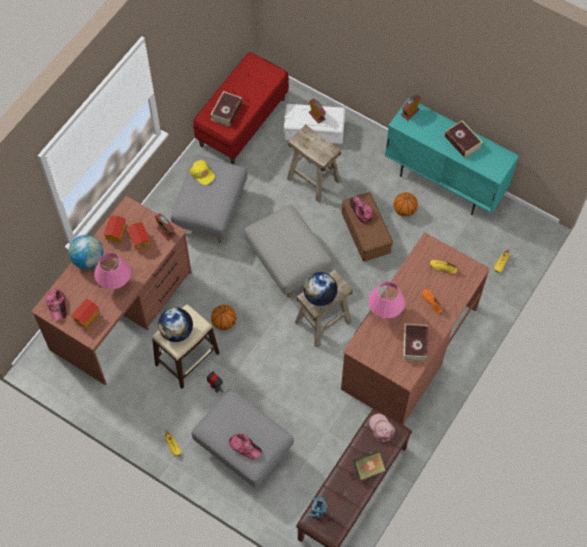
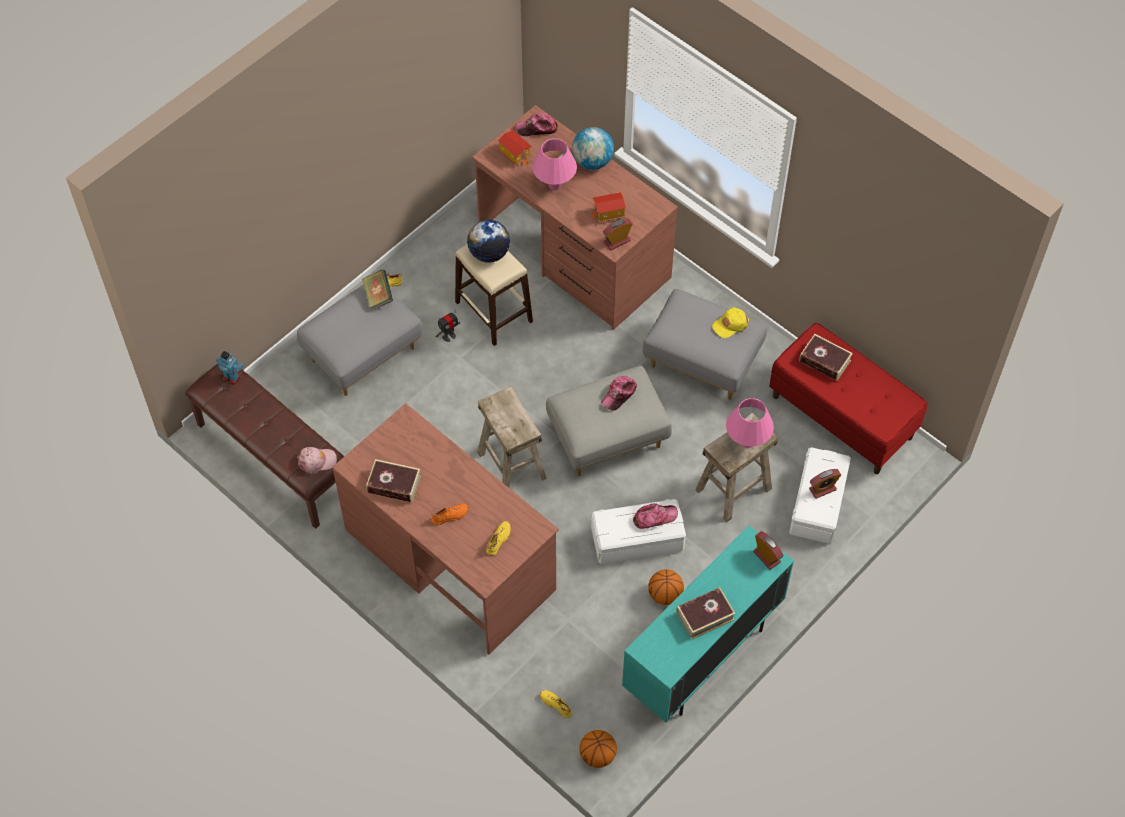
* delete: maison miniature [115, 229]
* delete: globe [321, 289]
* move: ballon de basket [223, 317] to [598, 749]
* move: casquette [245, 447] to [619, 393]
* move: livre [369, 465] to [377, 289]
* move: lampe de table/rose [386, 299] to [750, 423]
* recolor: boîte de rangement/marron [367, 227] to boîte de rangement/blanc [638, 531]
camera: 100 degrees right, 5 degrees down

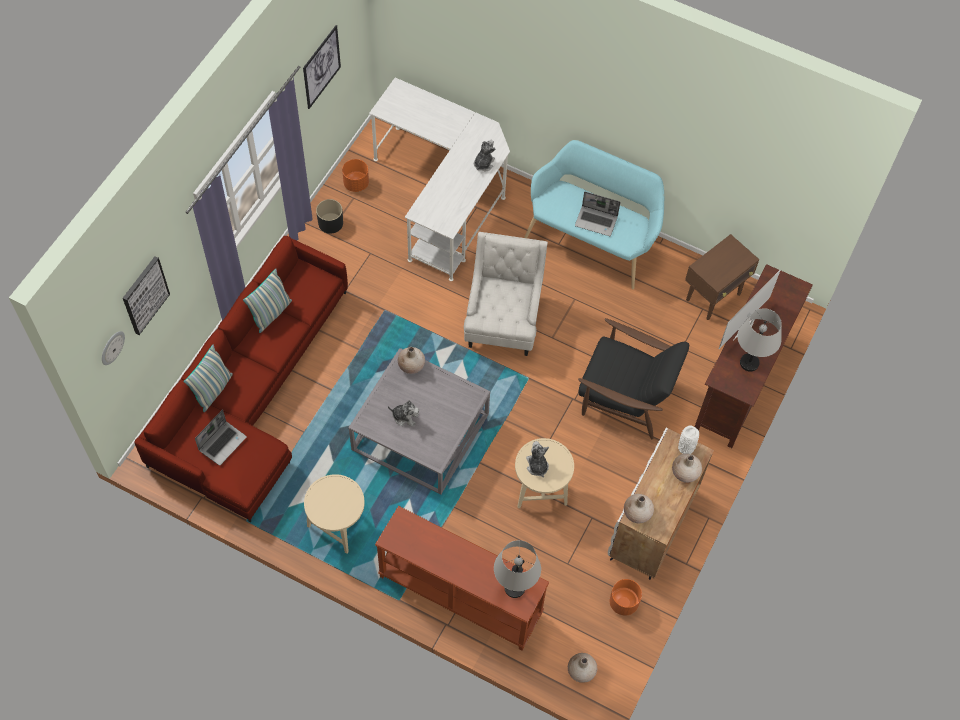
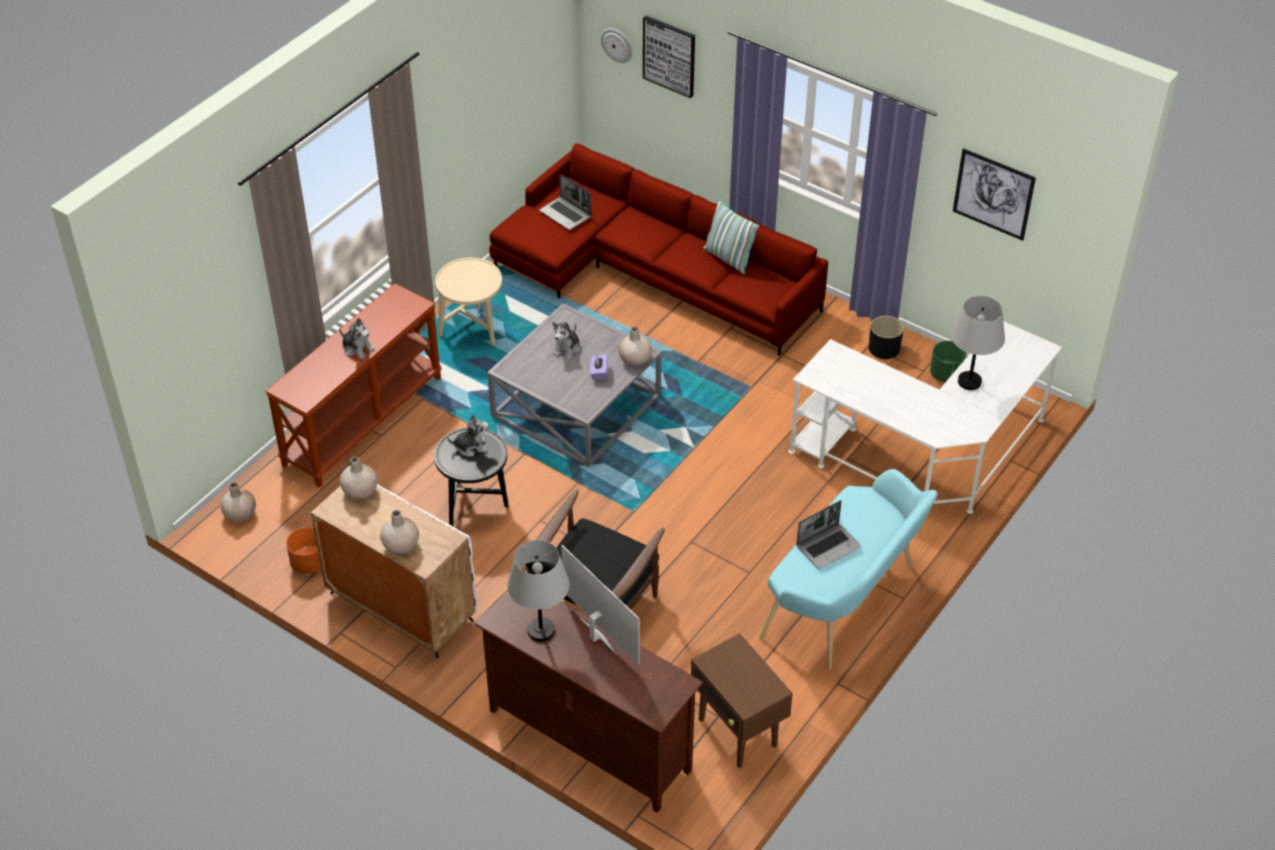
* delete: coussin [208, 378]
* delete: fauteuil/blanc [506, 294]
* delete: vase/blanc [688, 440]
* insert: boîte à mouchoirs/violet [599, 367]
* move: peluche [485, 155] to [357, 339]
* move: lampe de table/gris [517, 569] to [978, 343]
* recolor: cache-pot/orange [355, 175] to cache-pot/vert [948, 361]
* recolor: table d'appoint/beige [544, 473] to table d'appoint/noir [471, 476]
* rotate: ordinateur portable [597, 213] = [828, 534] 150 degrees counterclockwise
camera: 100 degrees right, 15 degrees down

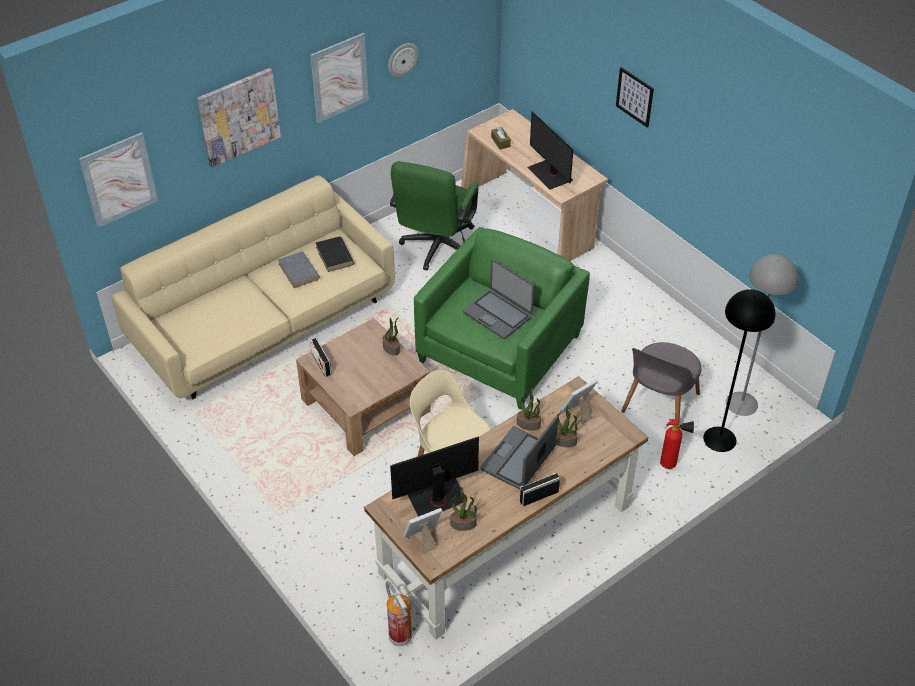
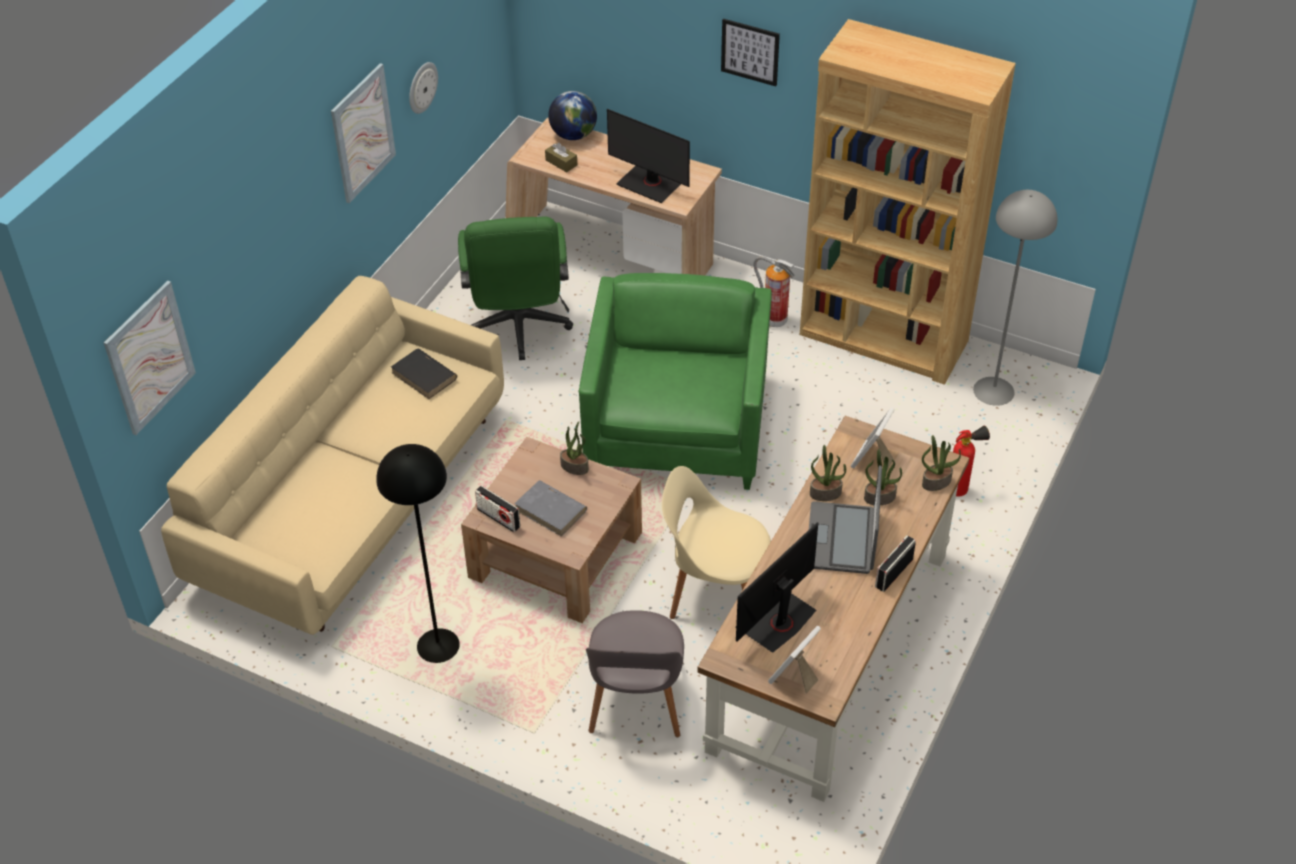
* delete: tableau [239, 117]
* delete: ordinateur portable [498, 299]
* insert: globe [572, 115]
* insert: bibliothèque/marron [908, 202]
* move: livre/gris [299, 270] to [550, 508]
* move: extincteur [399, 613] to [774, 291]
* move: plante en pot [463, 509] to [941, 463]
* move: chaise/gris [661, 381] to [635, 673]
* move: lampadaire/noir [739, 370] to [418, 553]
camera: 25 degrees left, 0 degrees up

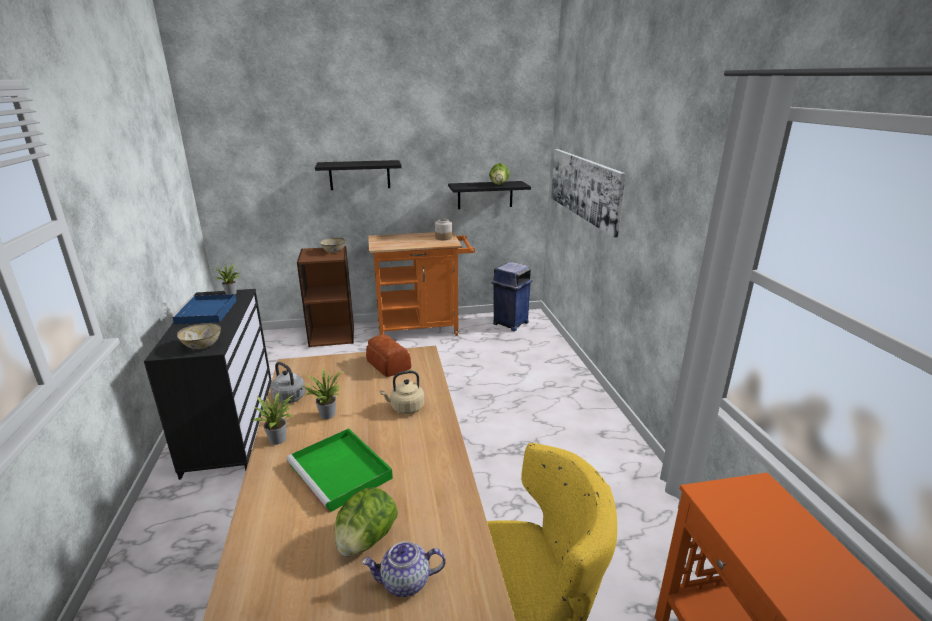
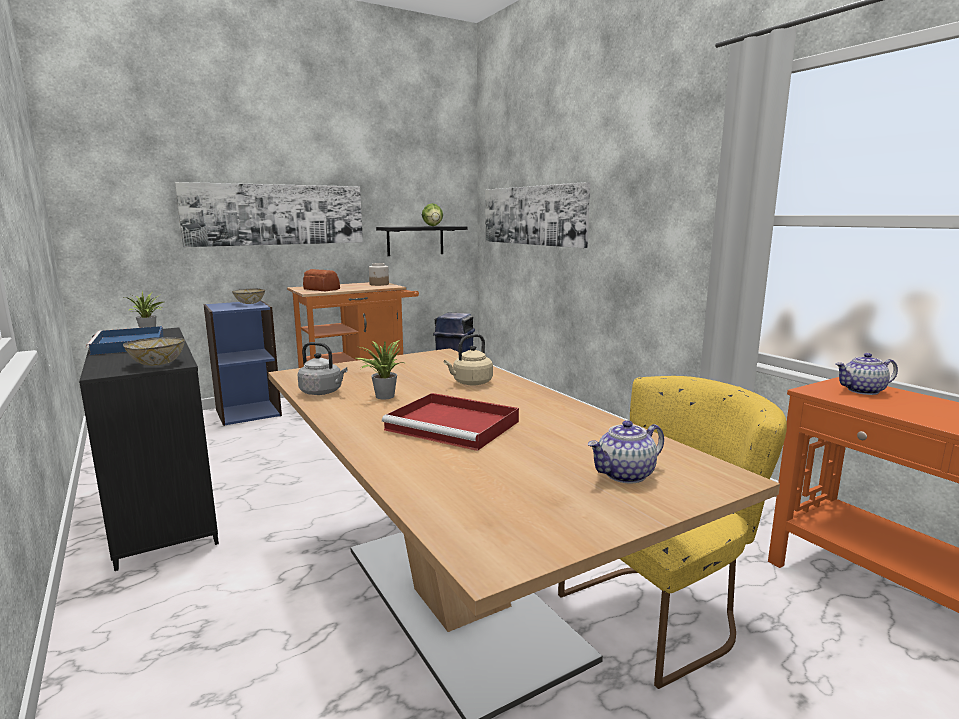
* delete: plante en pot [273, 418]
* delete: laitue [366, 521]
* insert: théière [866, 374]
* move: pain [388, 355] to [321, 280]
* replace: étagère/noir [358, 175] to tableau [269, 214]
* recolor: plateau/vert [339, 470] to plateau/rouge [450, 422]
* recolor: bibliothèque/marron [325, 296] to bibliothèque/bleu [242, 363]
camera: 20 degrees left, 10 degrees down

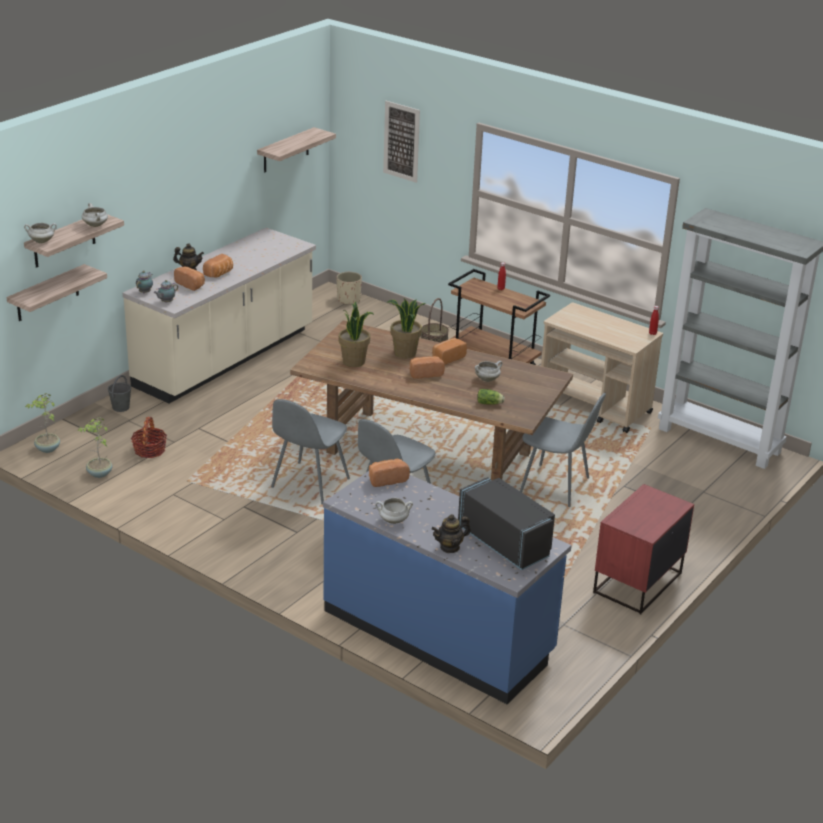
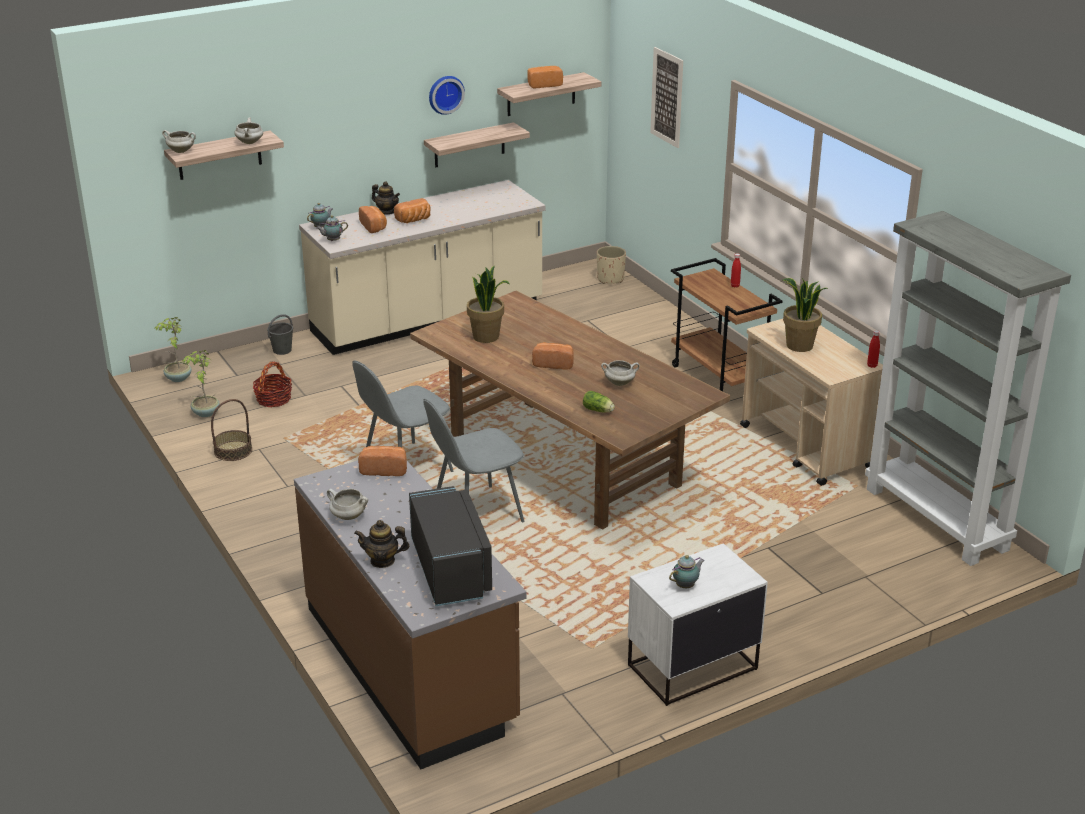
* delete: chaise/gris [563, 449]
* insert: horloge murale [447, 95]
* insert: théière [687, 571]
* move: étagère [57, 292] to [477, 144]
* move: plante en pot [407, 328] to [805, 315]
* move: panier [435, 320] to [231, 430]
* move: pain [449, 351] to [545, 77]
* recolor: comptoir de cuisine/bleu [447, 587] to comptoir de cuisine/marron [410, 615]
* recolor: table de chevet/rouge [643, 549] to table de chevet/blanc [698, 624]
camera: 25 degrees right, 0 degrees up

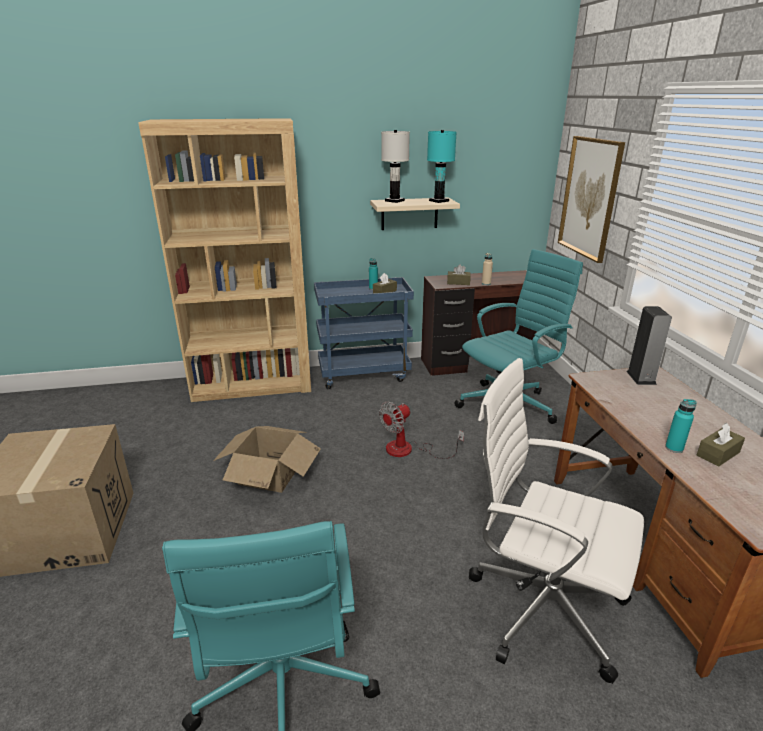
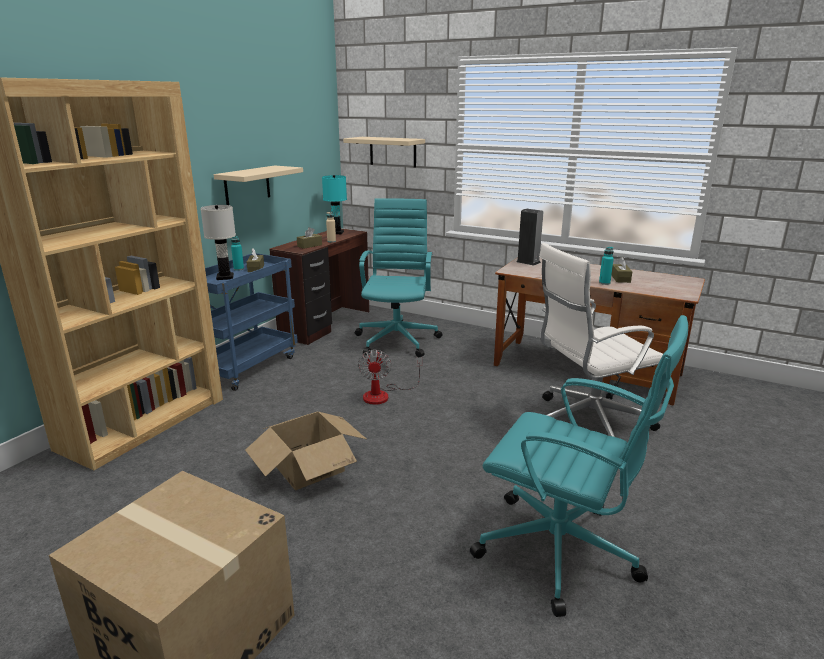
* move: lampe de table/blanc [395, 166] to [218, 242]
* move: lampe de table/turquoise [442, 166] to [334, 204]
* replace: tableau [591, 199] to étagère/beige [384, 152]
camera: 50 degrees left, 5 degrees down

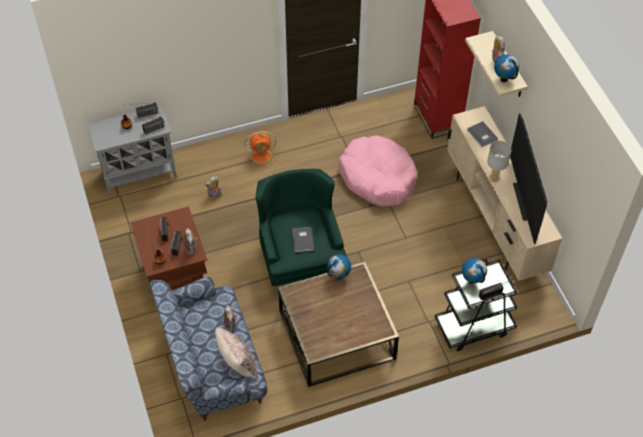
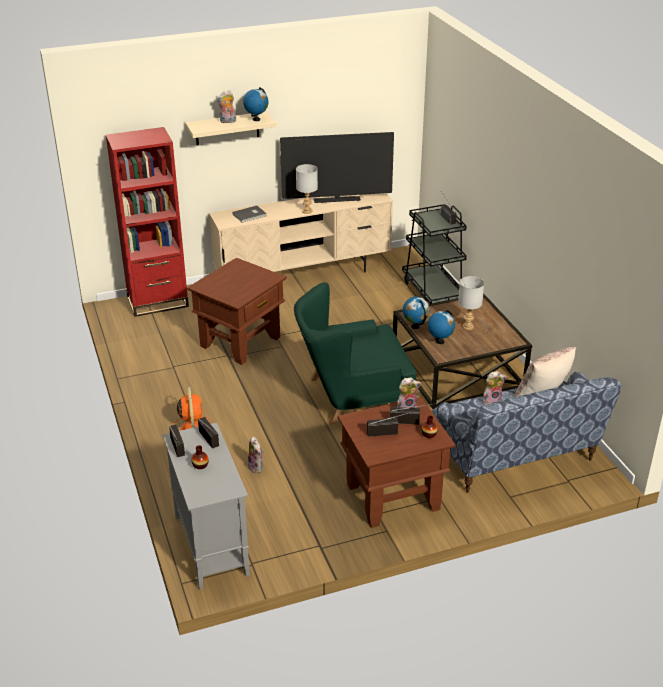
* delete: livre/gris [302, 239]
* insert: lampe de table/gris [471, 303]
* move: globe [474, 271] to [441, 327]
* replace: panier pour chien/rose [378, 171] to table d'appoint/marron [237, 311]
camera: 90 degrees left, 20 degrees down

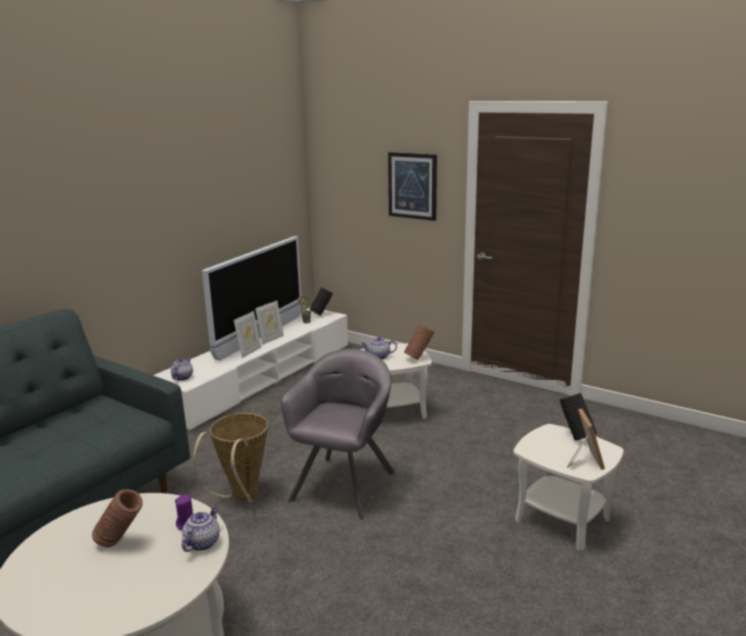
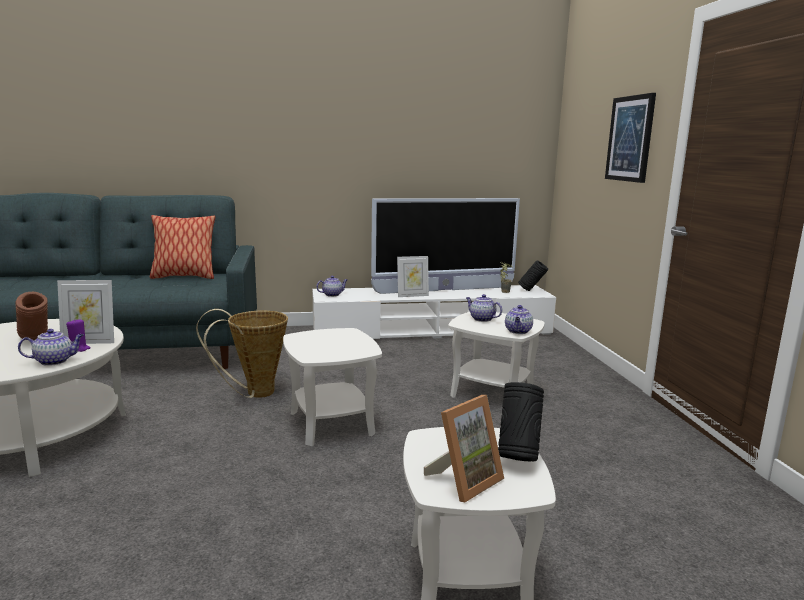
* insert: coussin [182, 247]
* move: cadre photo [269, 322] to [85, 312]
* replace: fauteuil/gris [338, 434] to table d'appoint/blanc [332, 387]
* replace: vase/marron [419, 342] to théière [519, 319]
camera: 45 degrees right, 5 degrees down

